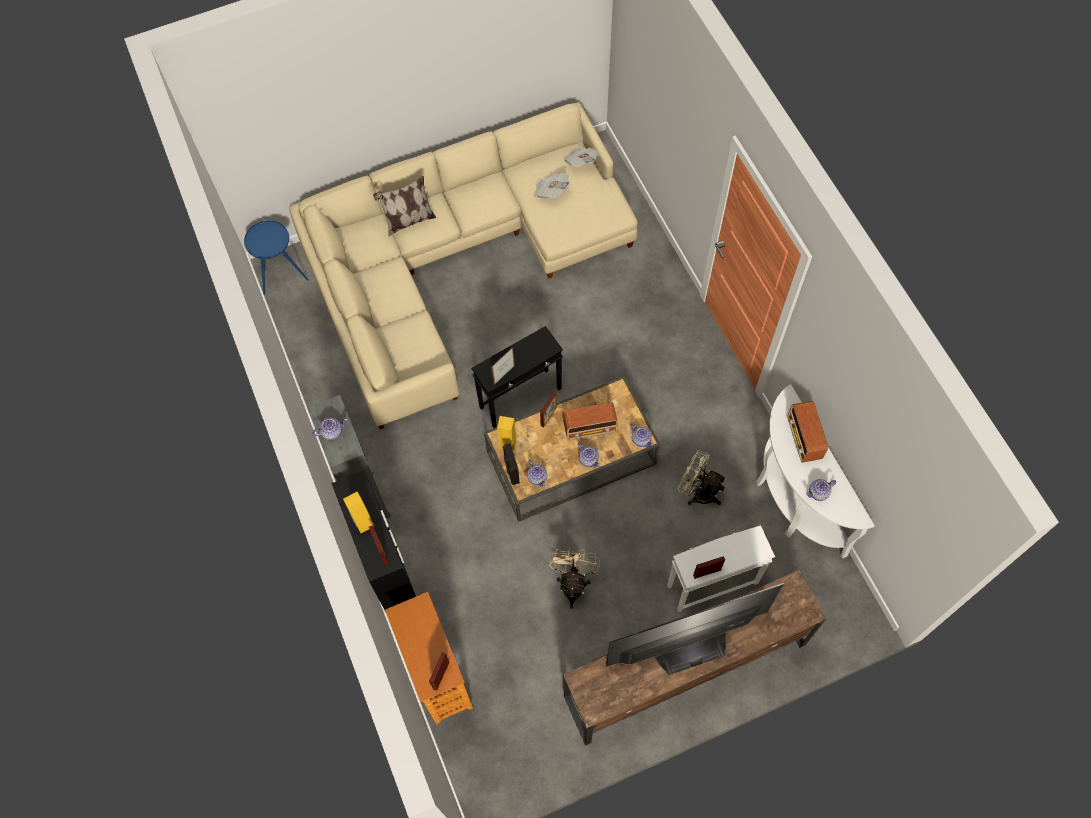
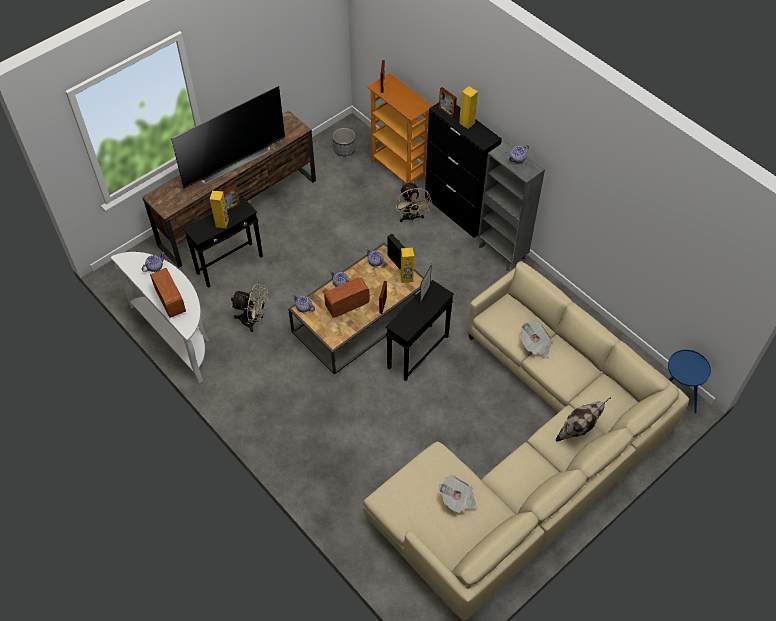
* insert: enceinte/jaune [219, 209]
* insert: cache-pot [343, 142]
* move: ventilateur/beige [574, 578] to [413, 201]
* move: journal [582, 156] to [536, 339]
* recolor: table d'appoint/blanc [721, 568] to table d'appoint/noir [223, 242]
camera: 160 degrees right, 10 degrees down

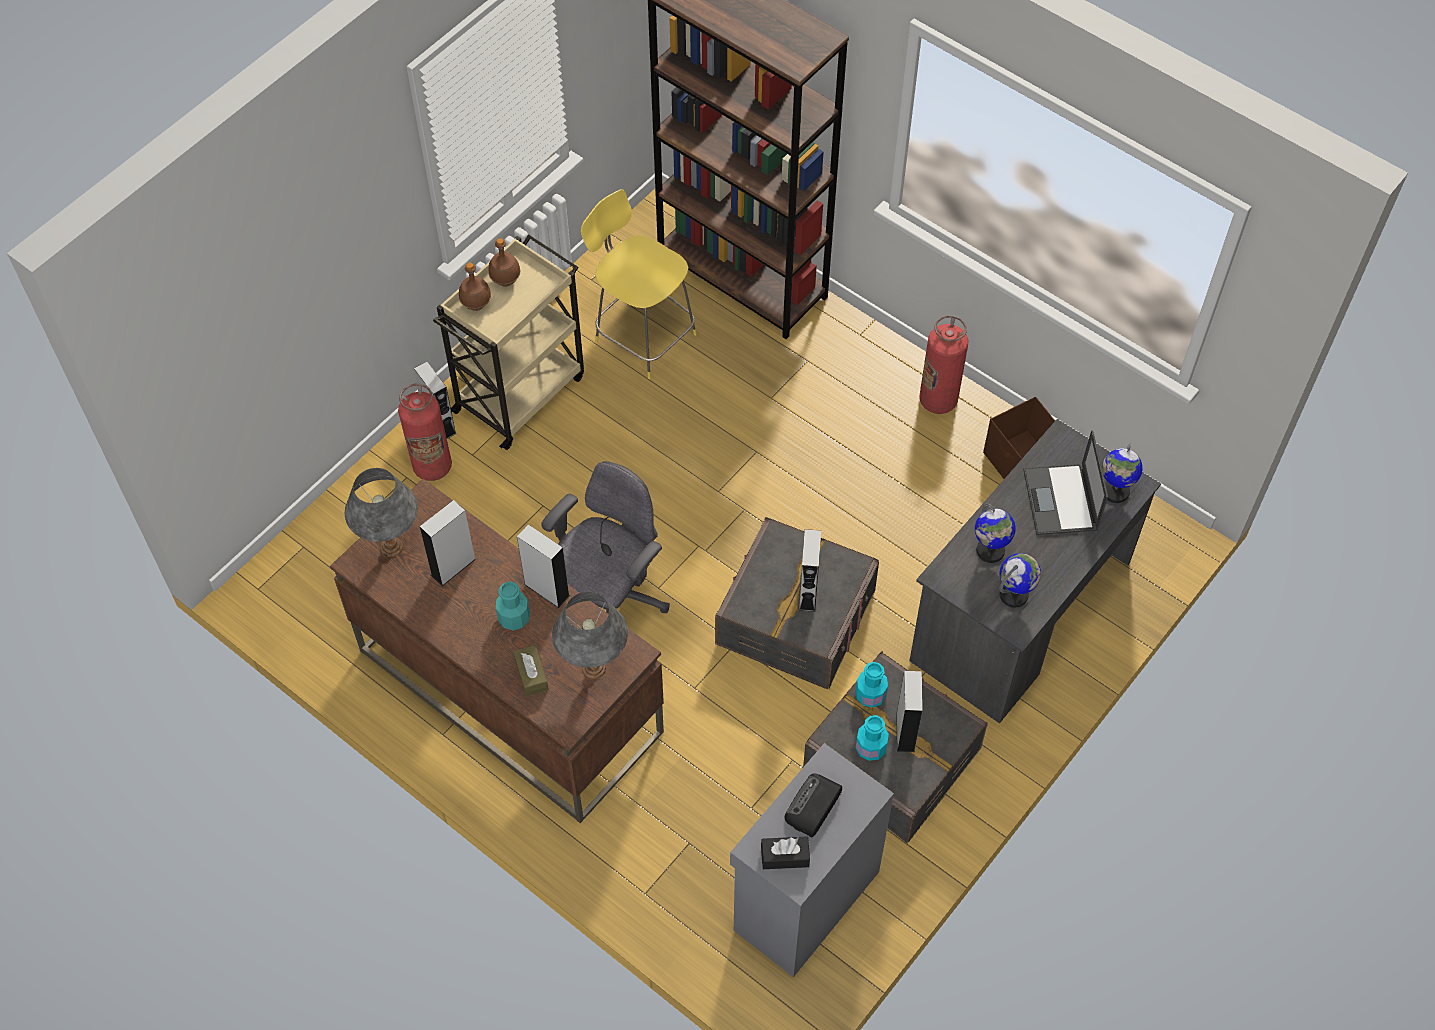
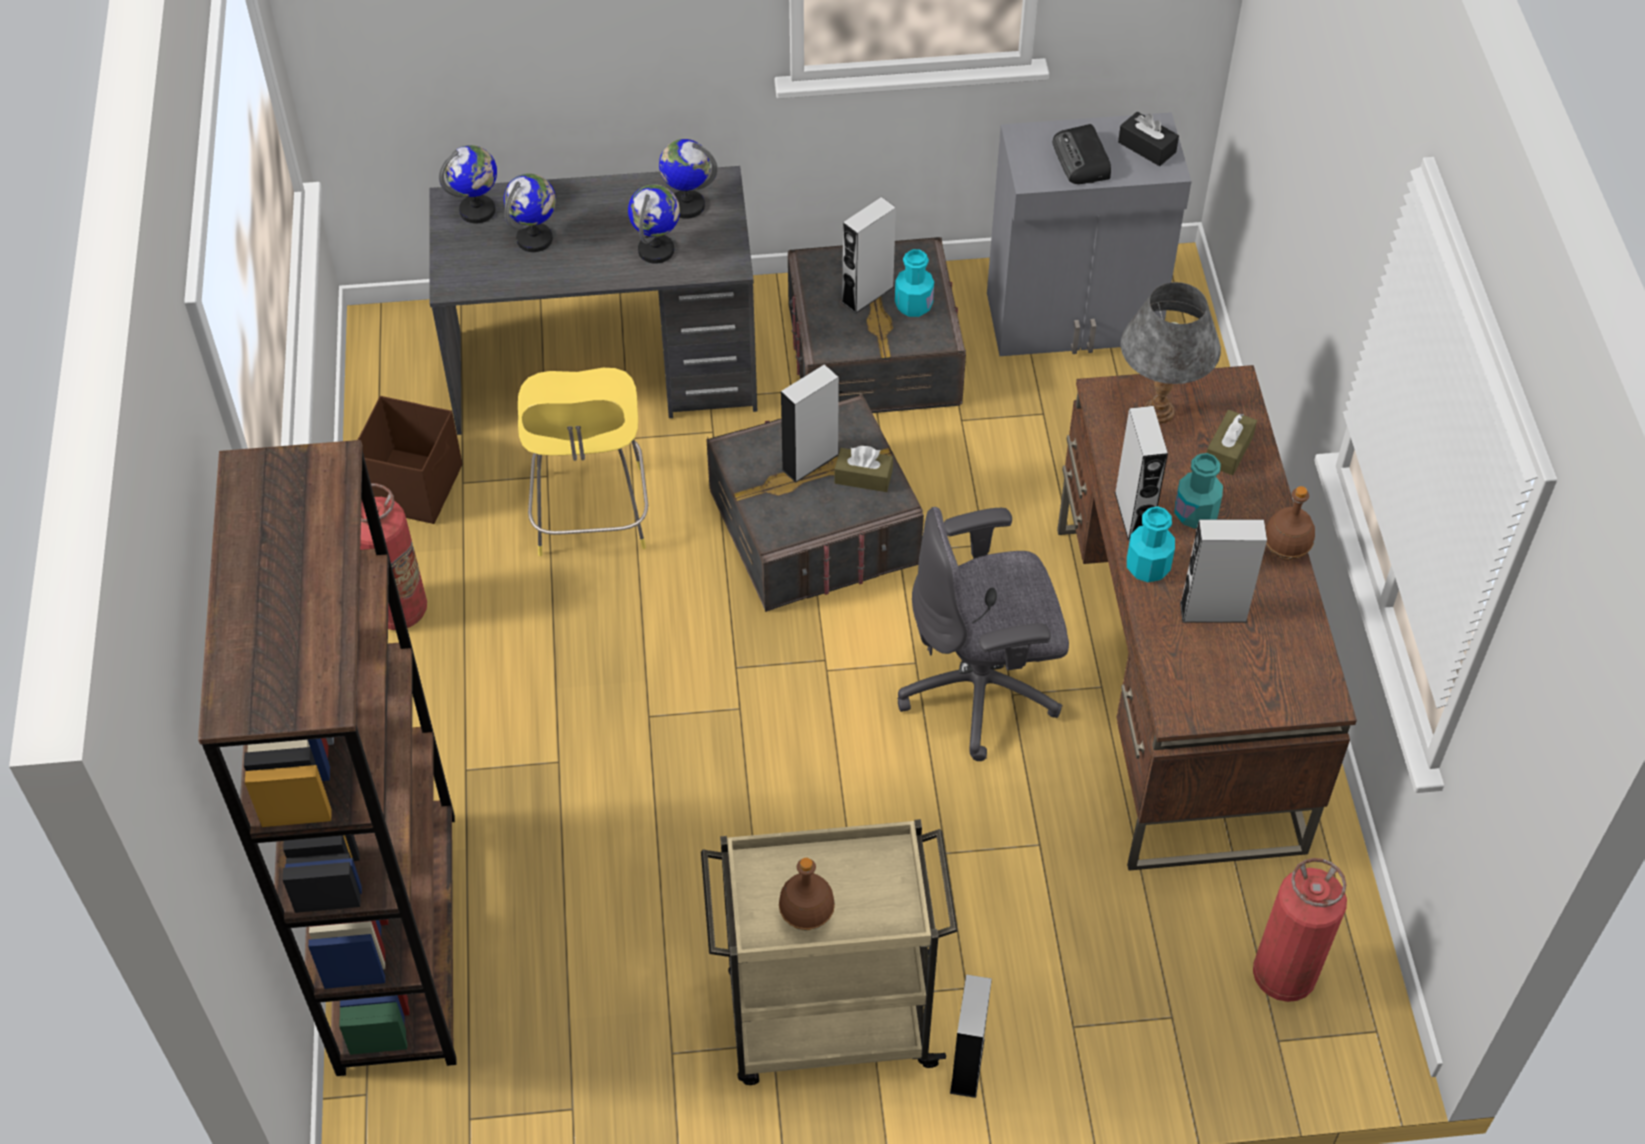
* delete: lampe de table/gris [381, 512]
* insert: boîte à mouchoirs/marron [863, 469]
* move: extincteur [425, 432] to [1300, 930]
* move: bouteille/marron [475, 287] to [1290, 523]
* move: tabouret/jaune [639, 284] to [583, 462]
* move: bouteille/turquoise [872, 685] to [1151, 544]
* replace: ordinateur portable [1066, 482] to globe [530, 212]
* rotate: radio [813, 805] = [1081, 154] 90 degrees clockwise
camera: 135 degrees left, 5 degrees down

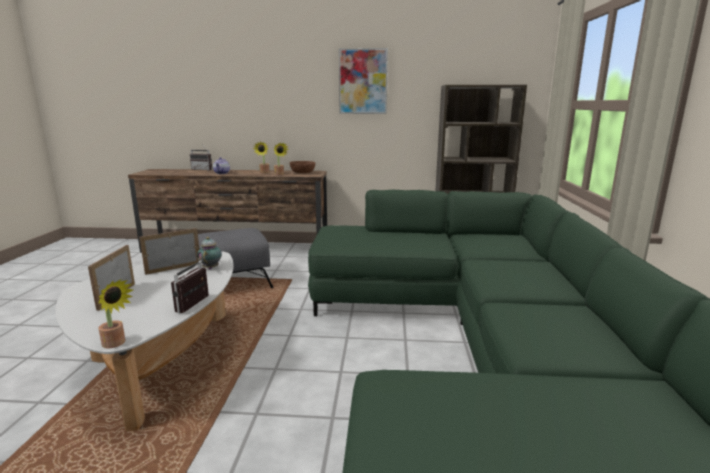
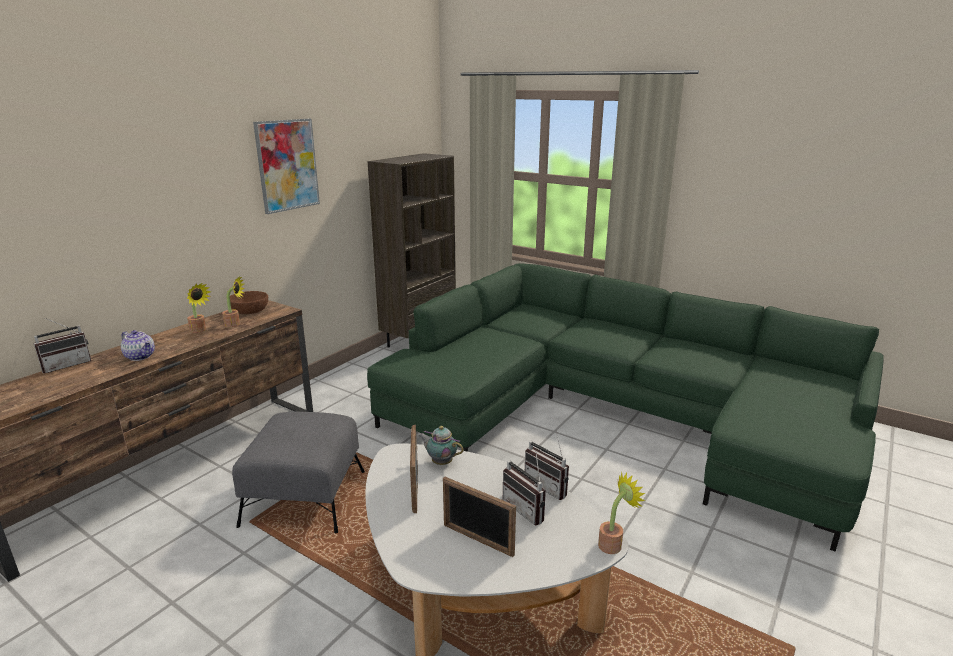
* insert: radio [524, 490]
camera: 60 degrees left, 5 degrees up

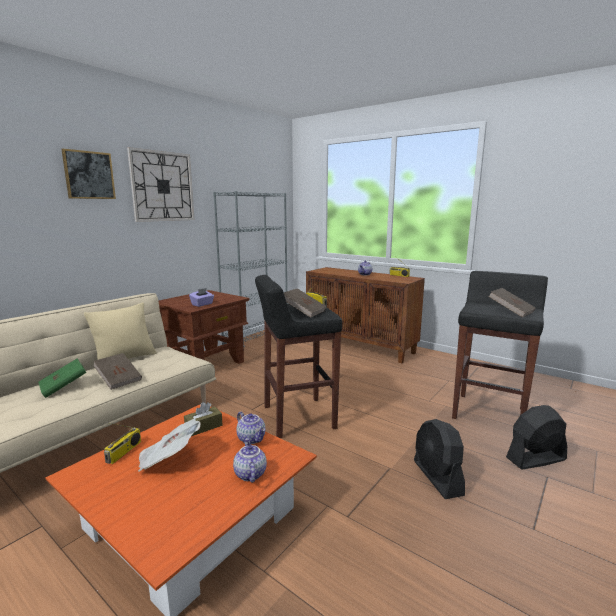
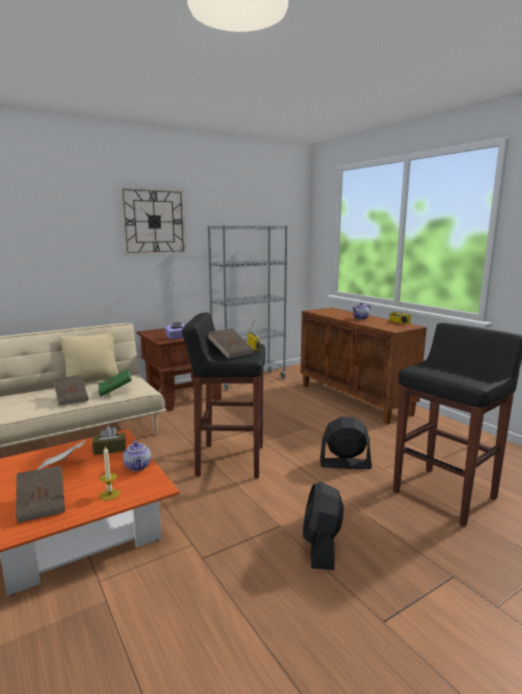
* delete: tableau [88, 174]
* delete: radio [122, 443]
* move: livre/vert [62, 378] to [115, 382]
* move: livre/marron [512, 303] to [40, 494]
* move: ventilateur/noir [536, 437] to [346, 443]
* replace: théière [250, 460] to bougie [109, 473]
camera: 20 degrees right, 0 degrees up

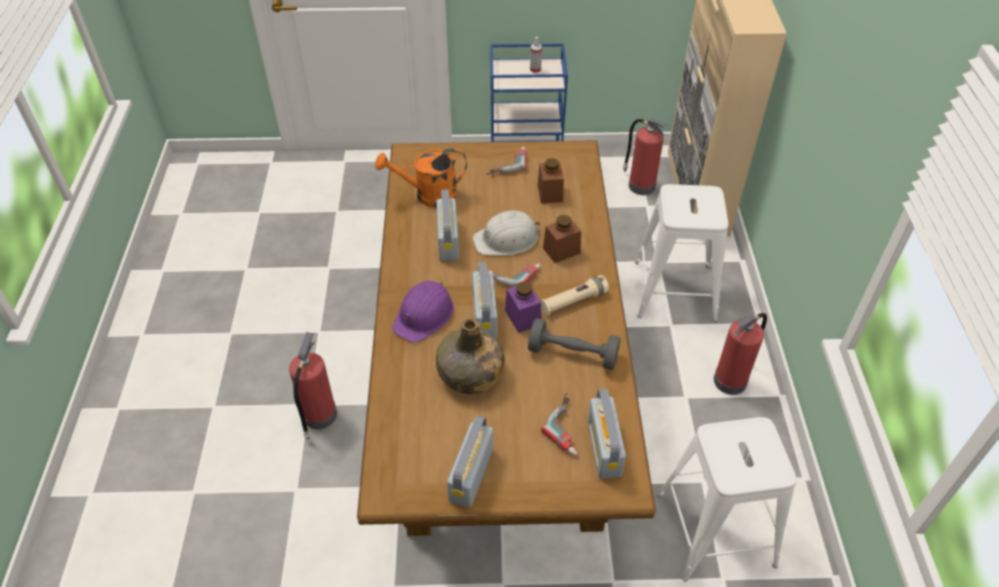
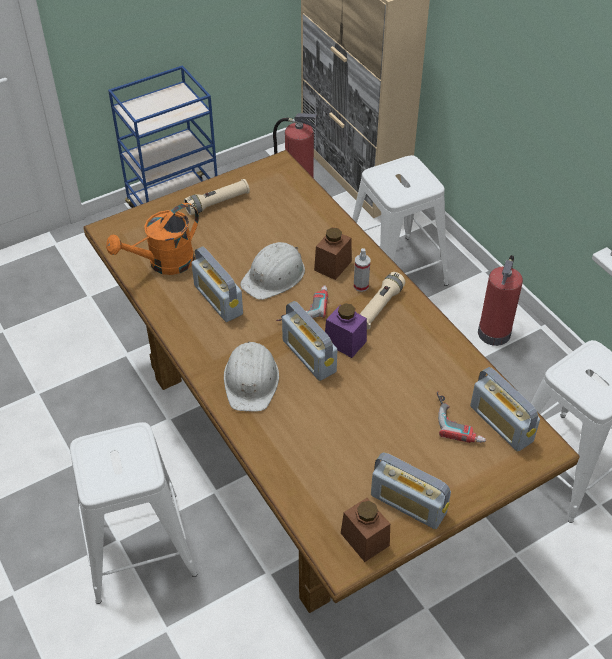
* delete: bouteille/vert [470, 356]
* delete: haltère/gris [574, 344]
* move: vaporisateur [536, 55] to [362, 270]
* move: bocal/marron [551, 181] to [365, 530]
* replace: extincteur [313, 386] to tabouret/blanc [133, 513]
* replace: perceuse [506, 161] to lampe de poche/beige [217, 197]
* recolor: casque de chantier/violet [423, 312] to casque de chantier/blanc [251, 376]
* rotate: radio [470, 462] = [411, 491] 45 degrees counterclockwise
camera: 30 degrees left, 0 degrees up

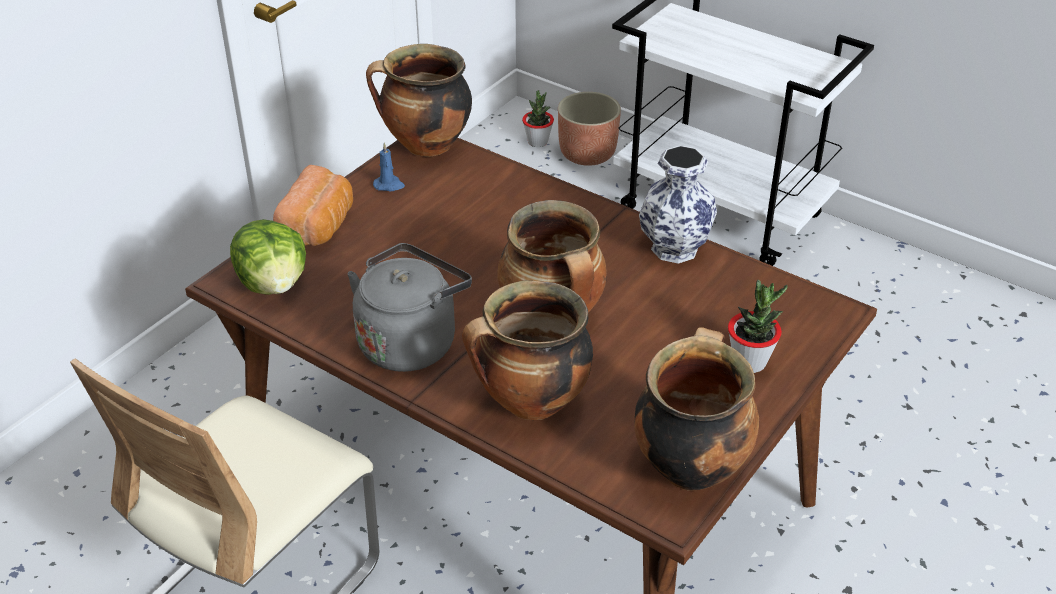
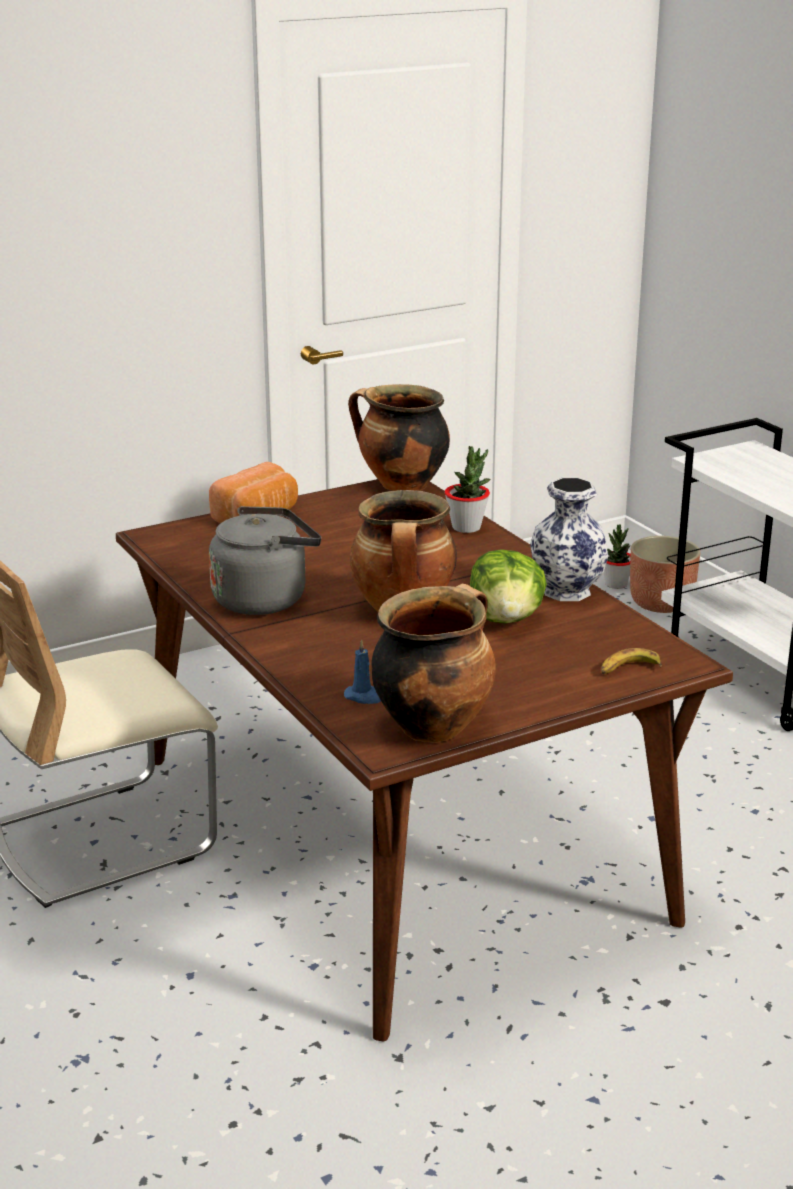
* delete: marmite [527, 350]
* insert: banane [631, 661]
* move: laitue [268, 257] to [508, 586]
* move: bougie/bleu [389, 166] to [362, 671]
* move: plante en pot [758, 326] to [468, 489]
camera: 25 degrees right, 15 degrees down

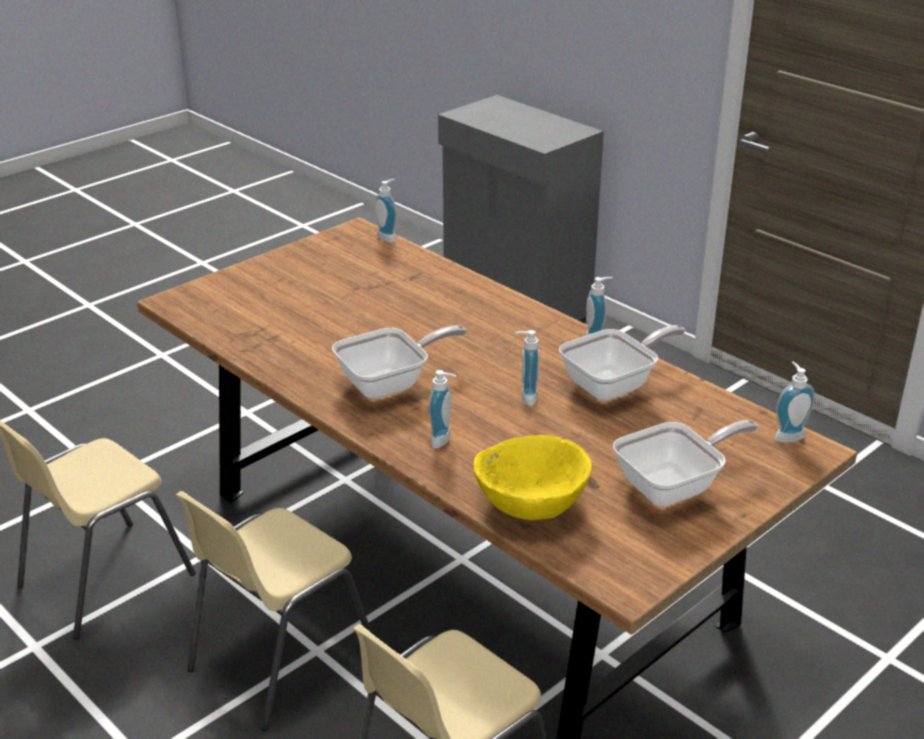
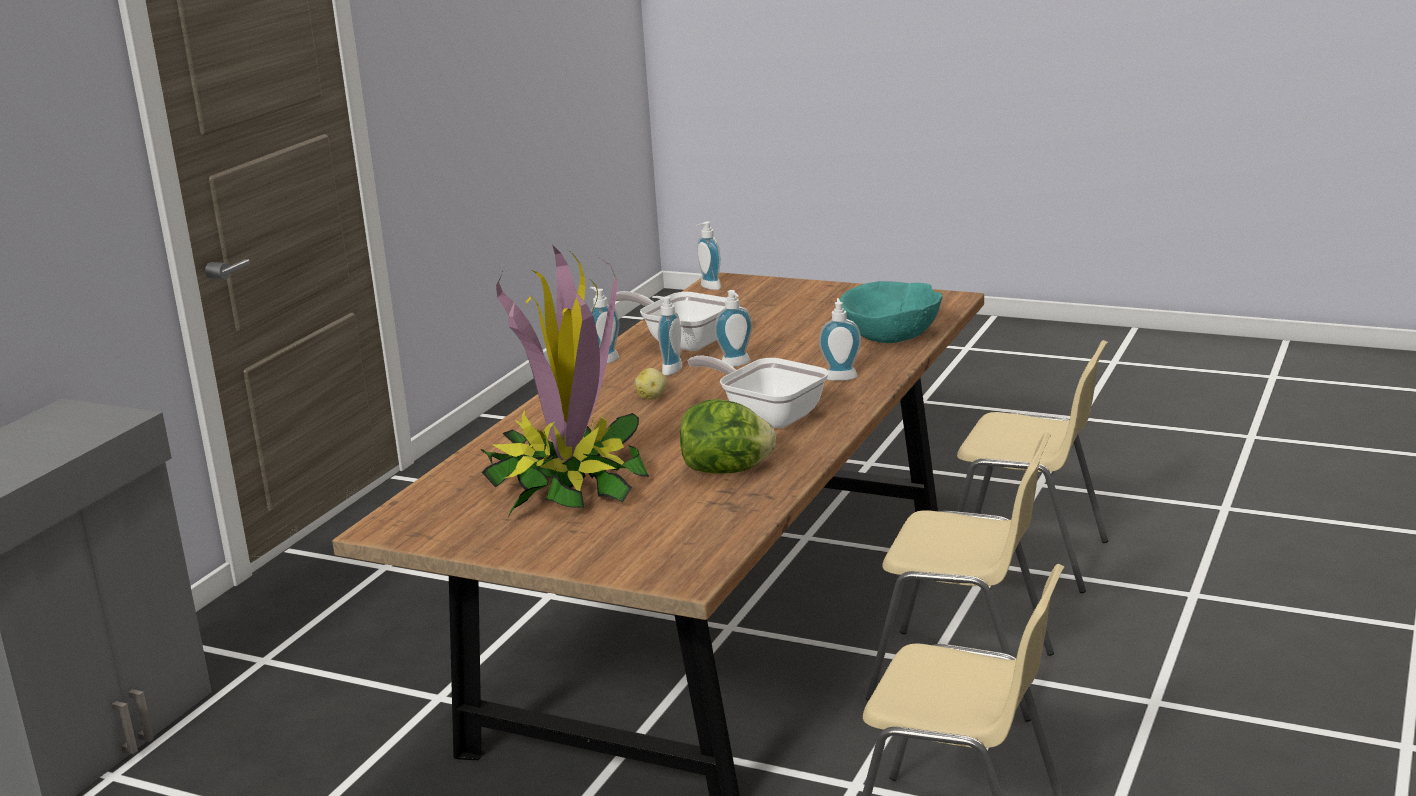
* delete: poêle [685, 463]
* insert: plante en pot [565, 380]
* insert: pomme de terre [651, 383]
* insert: laitue [728, 436]
* move: distributeur de savon [385, 211] to [667, 336]
* recolor: bol/jaune [532, 477] to bol/turquoise [891, 312]
camera: 110 degrees left, 10 degrees down

